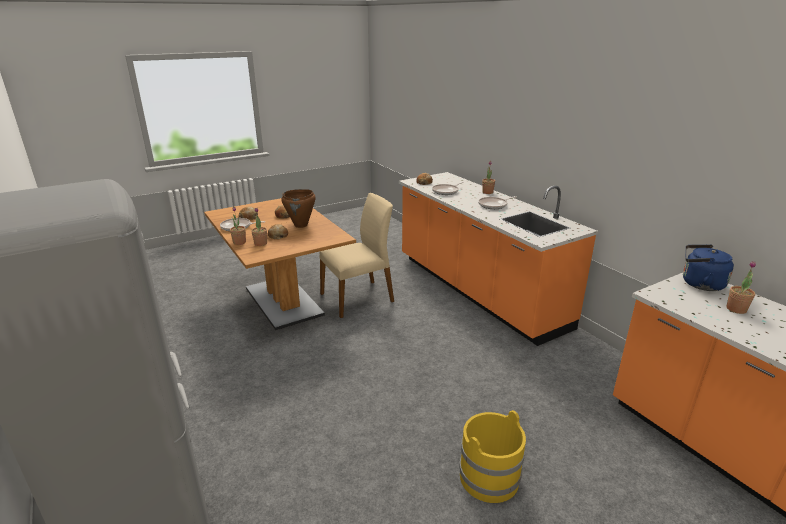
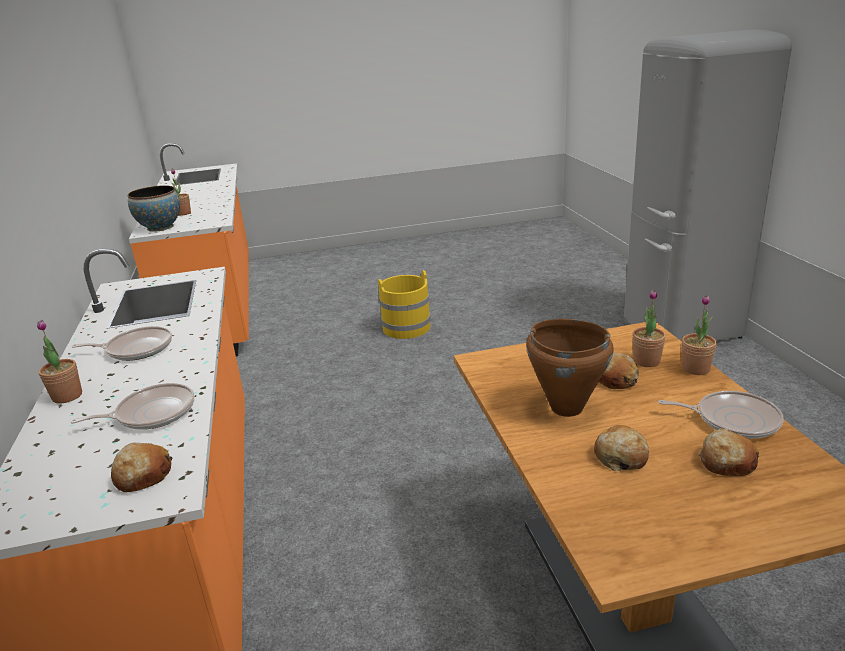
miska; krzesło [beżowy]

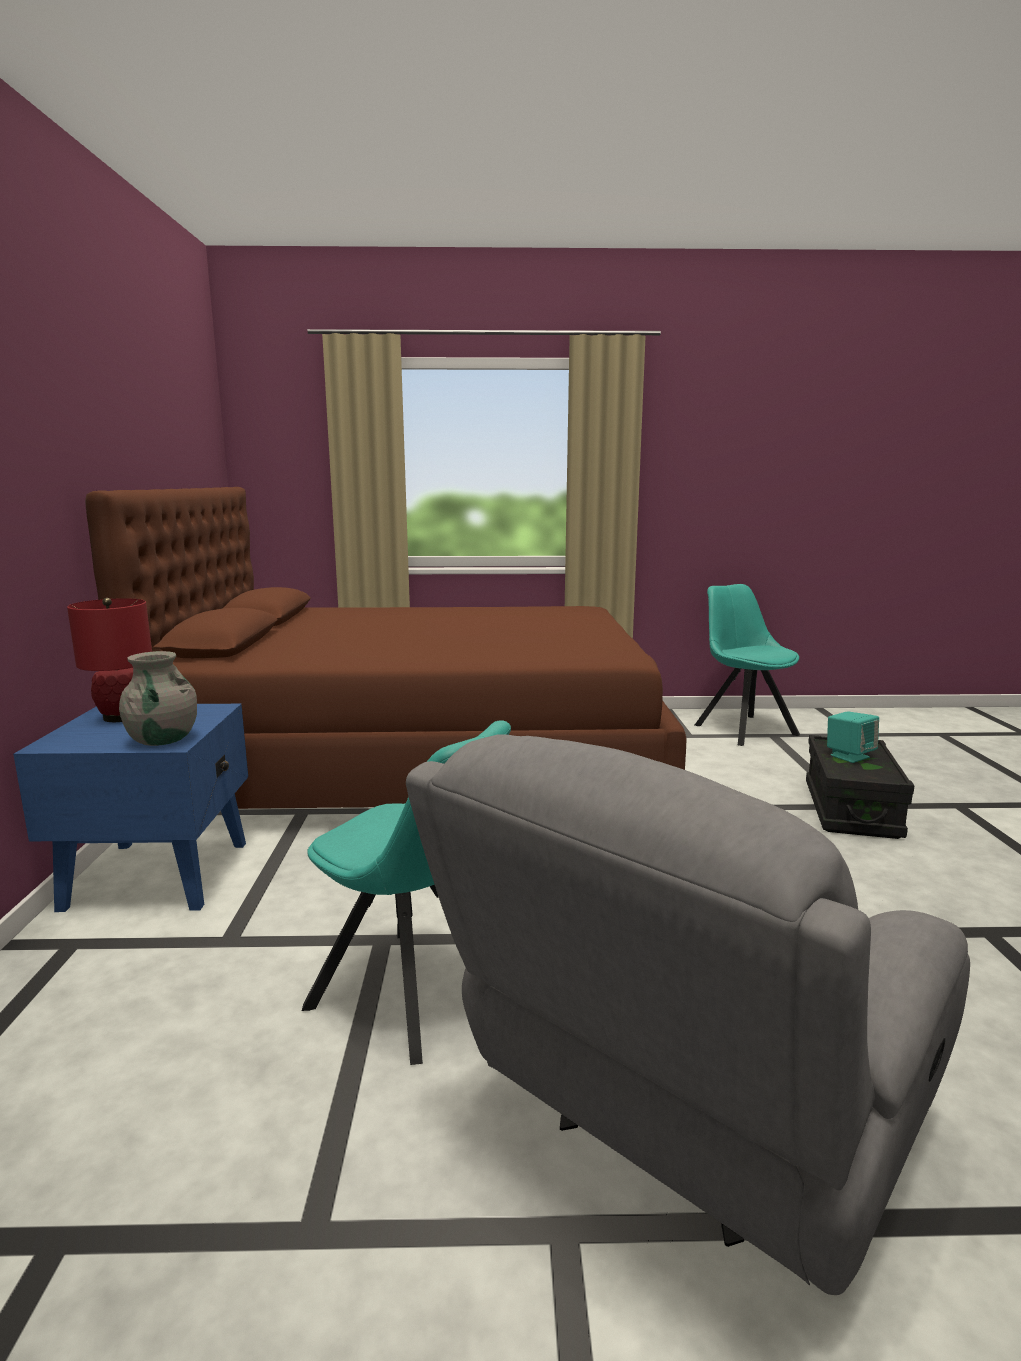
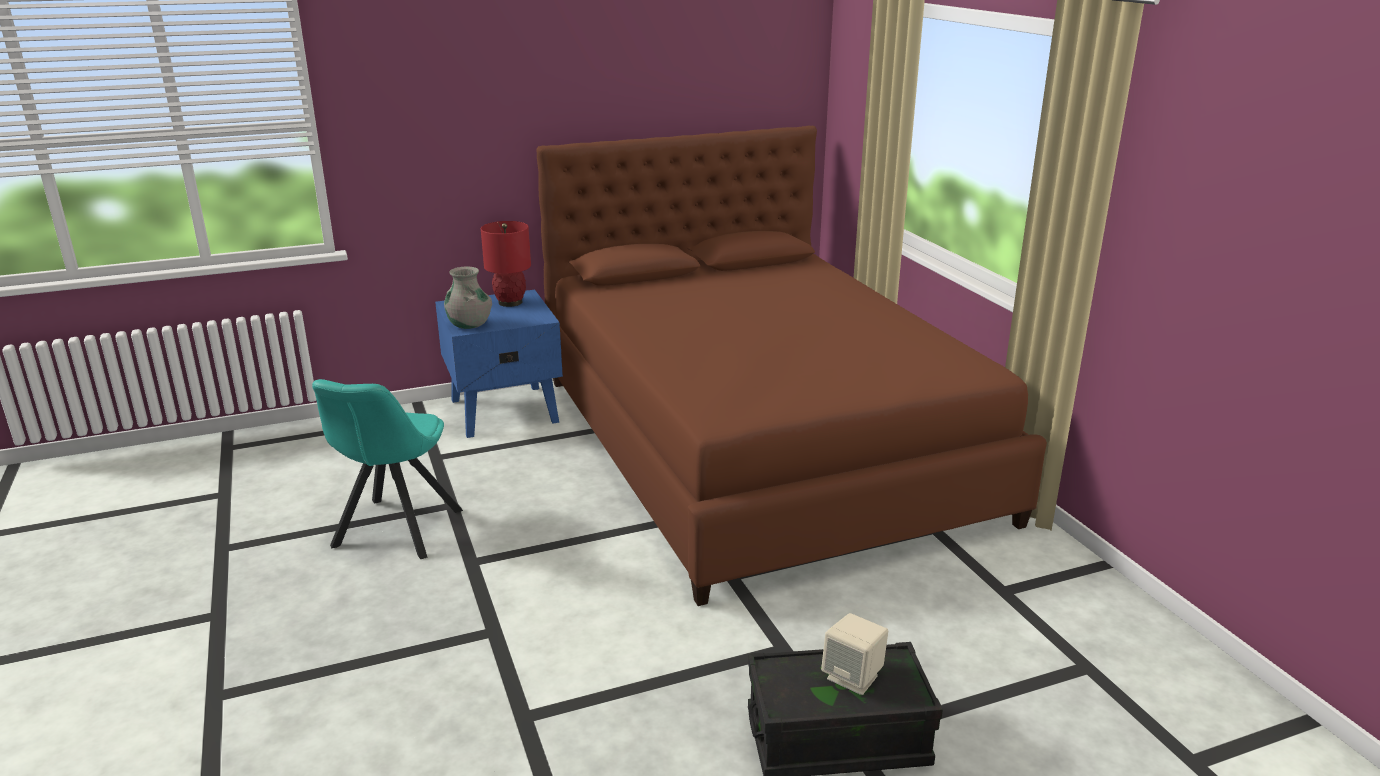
głośnik [beżowy]; fotel [szary]; krzesło [turkusowy] (2nd from left in the first image)

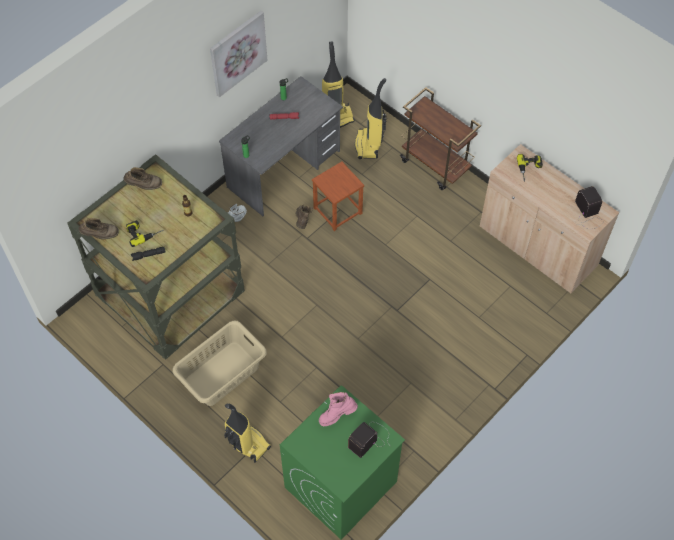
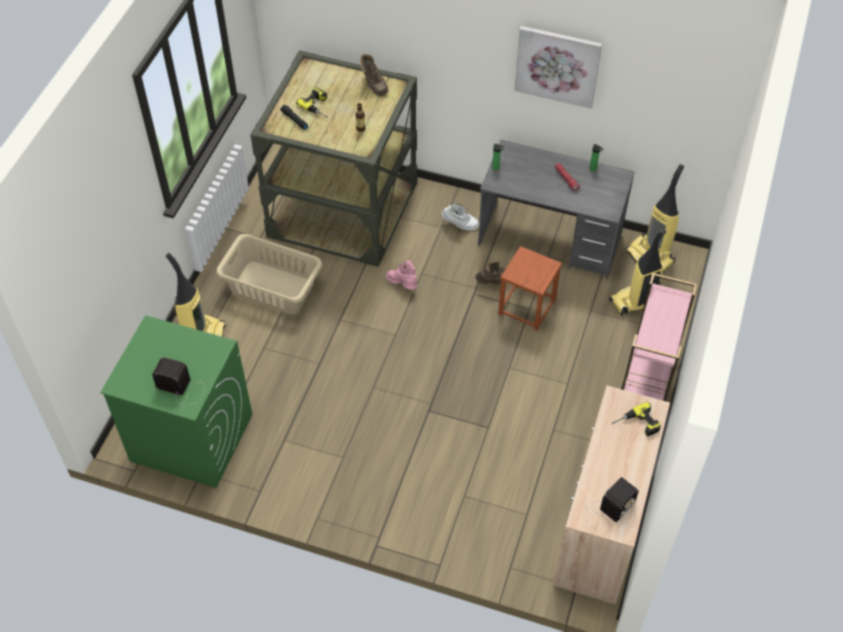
but z cholewką [różowy]; wózek [różowy]; but z cholewką [brązowy] (1st from left in the first image)

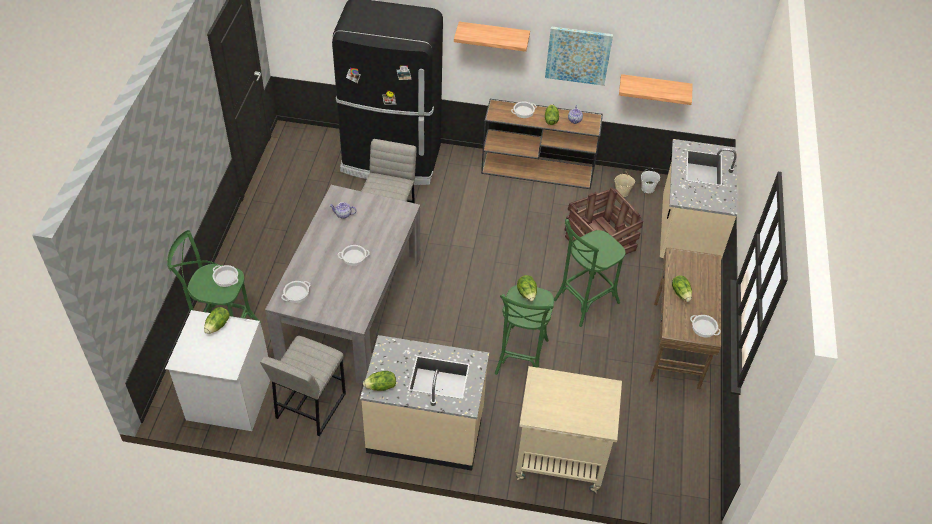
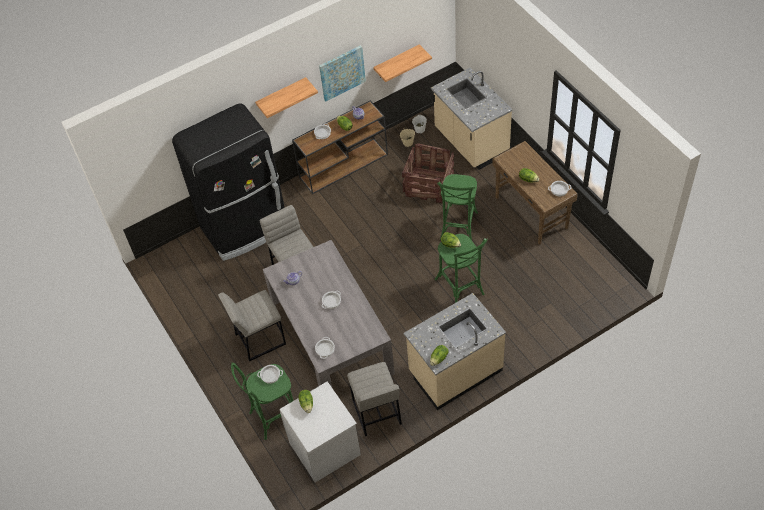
krzesło [szary] (1st from left); wózek [beżowy]

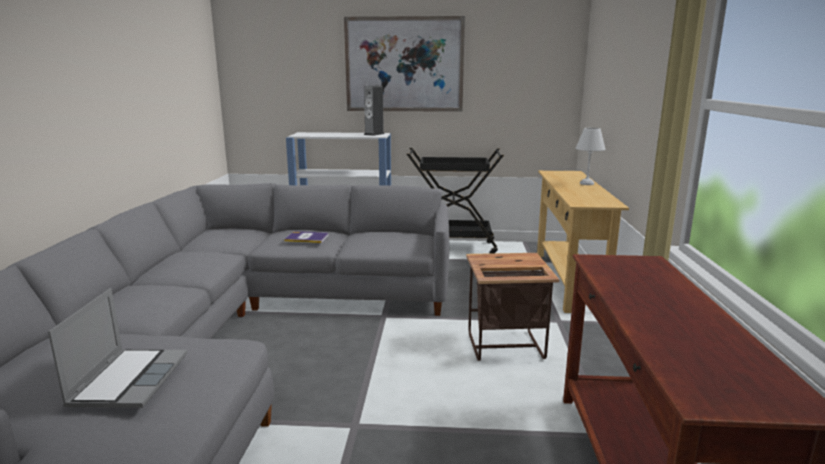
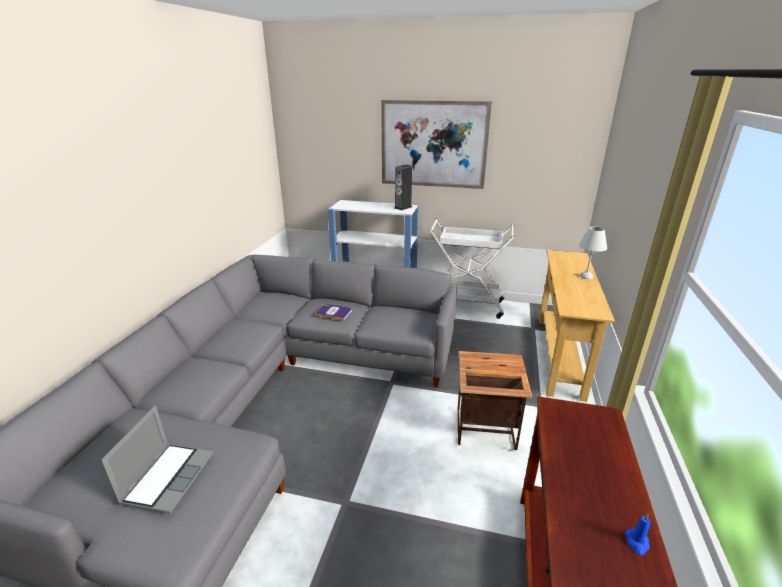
wózek [biały]; świeca [niebieski]

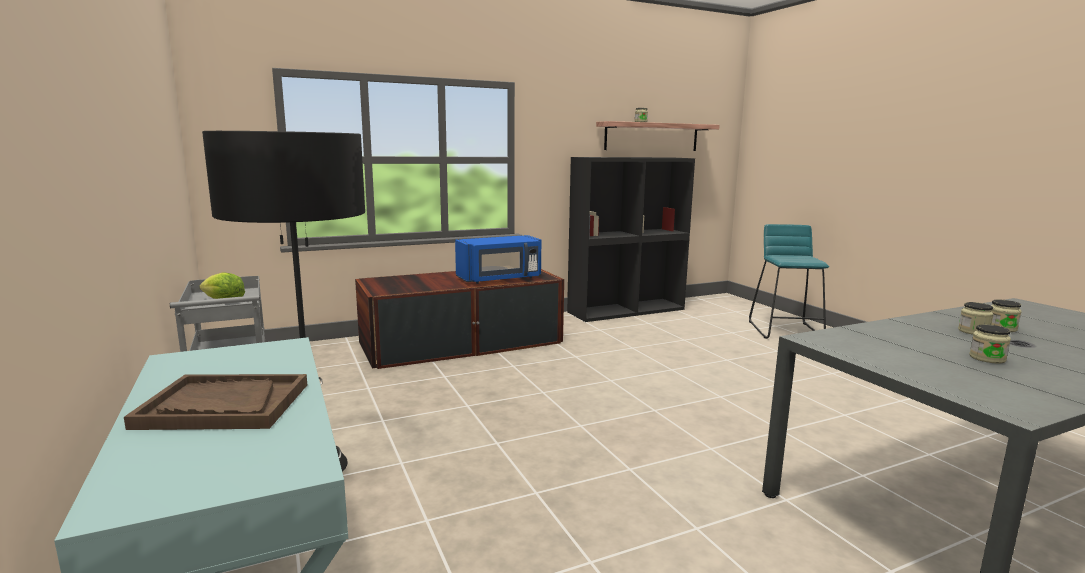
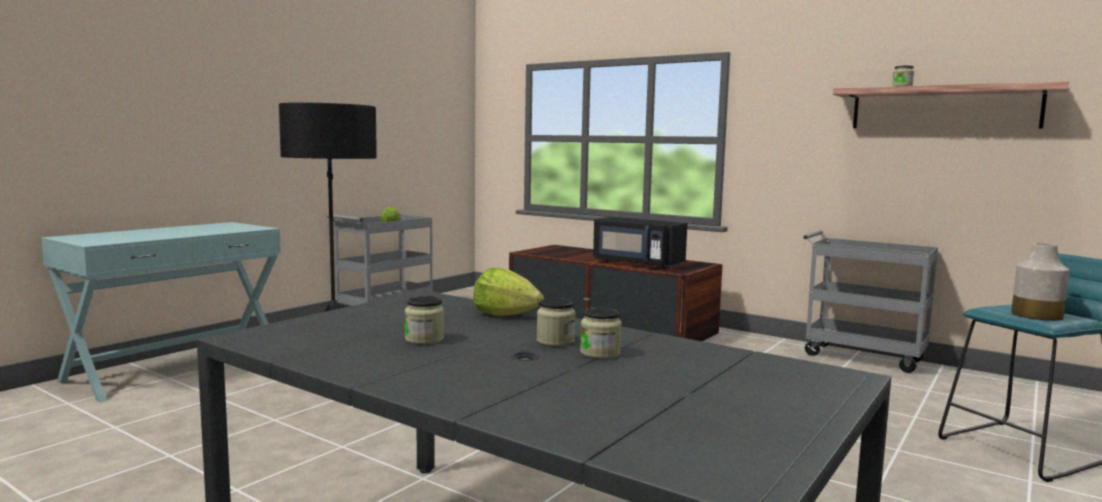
sałata (2nd from left); mikrofalówka [czarny]; wózek [szary] (2nd from left); wazon [beżowy]; taca [brązowy]

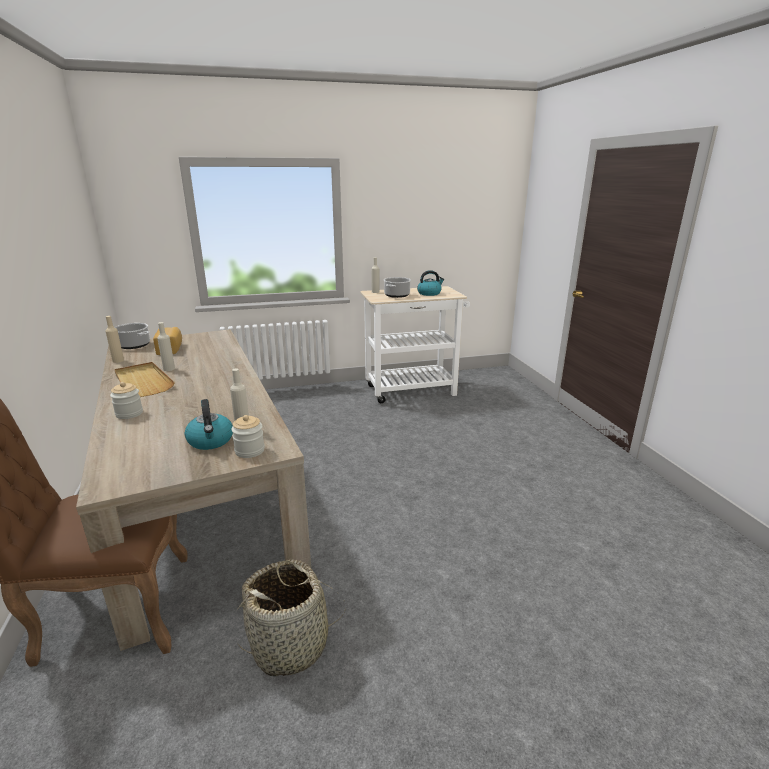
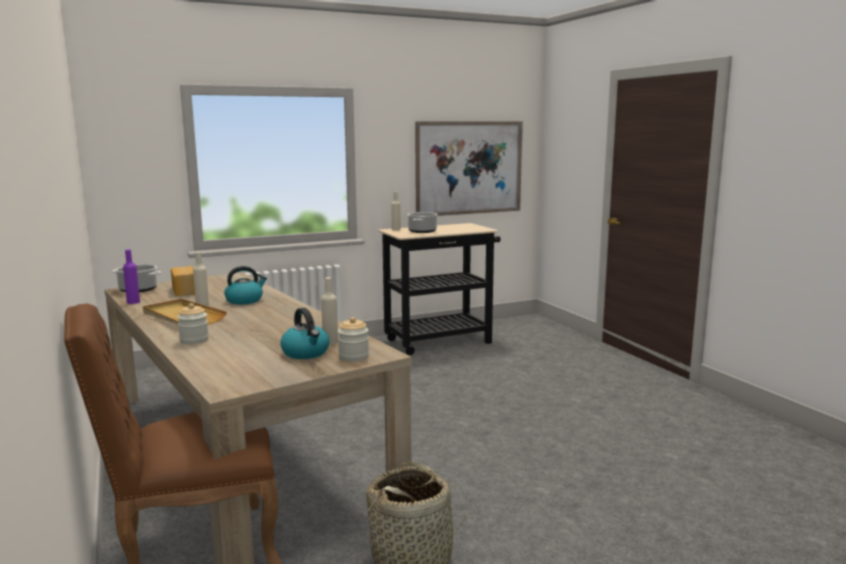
butelka [fioletowy]; czajnik (1st from left); wózek [czarny]; obraz

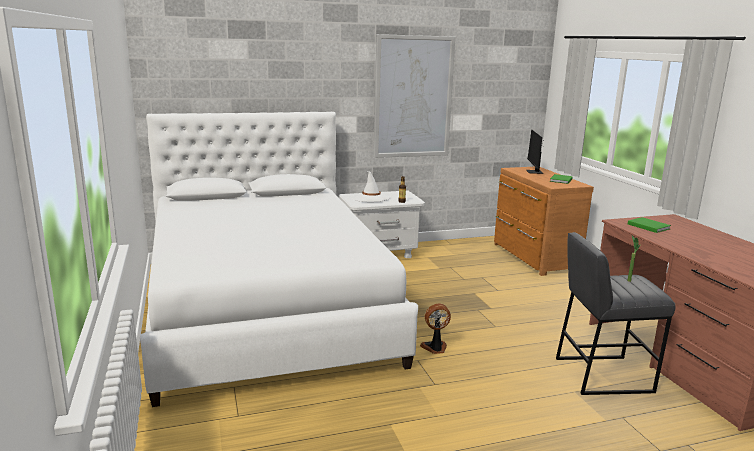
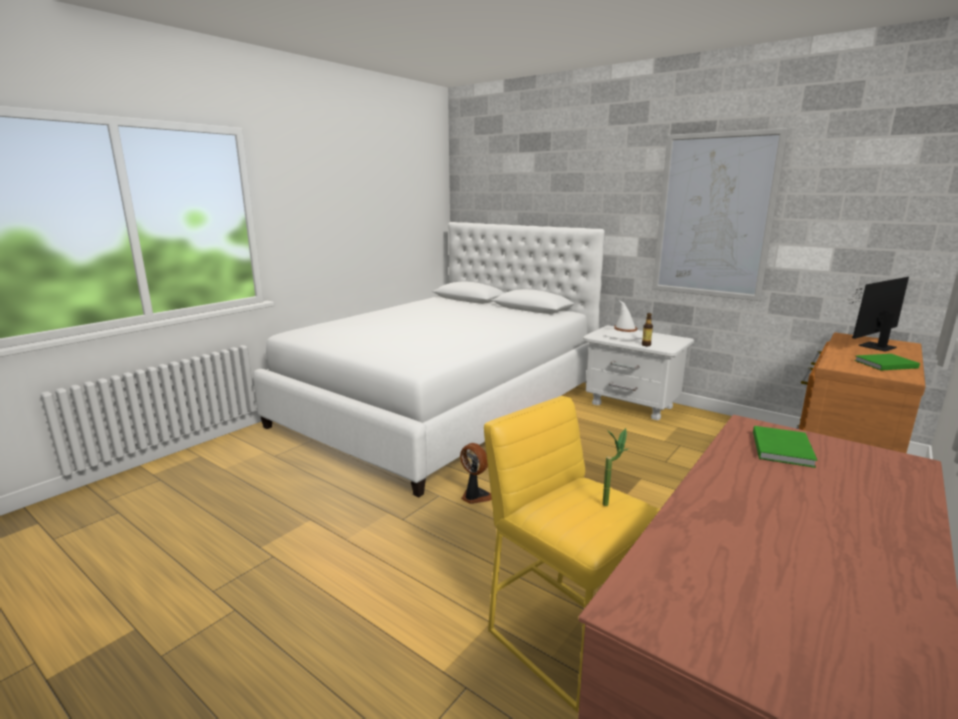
stołek [żółty]

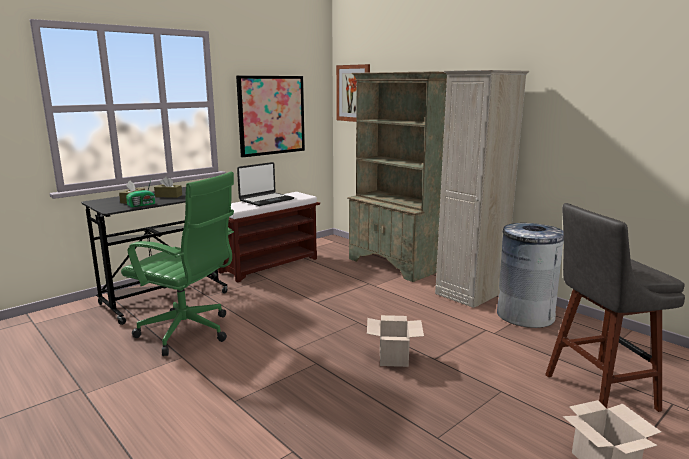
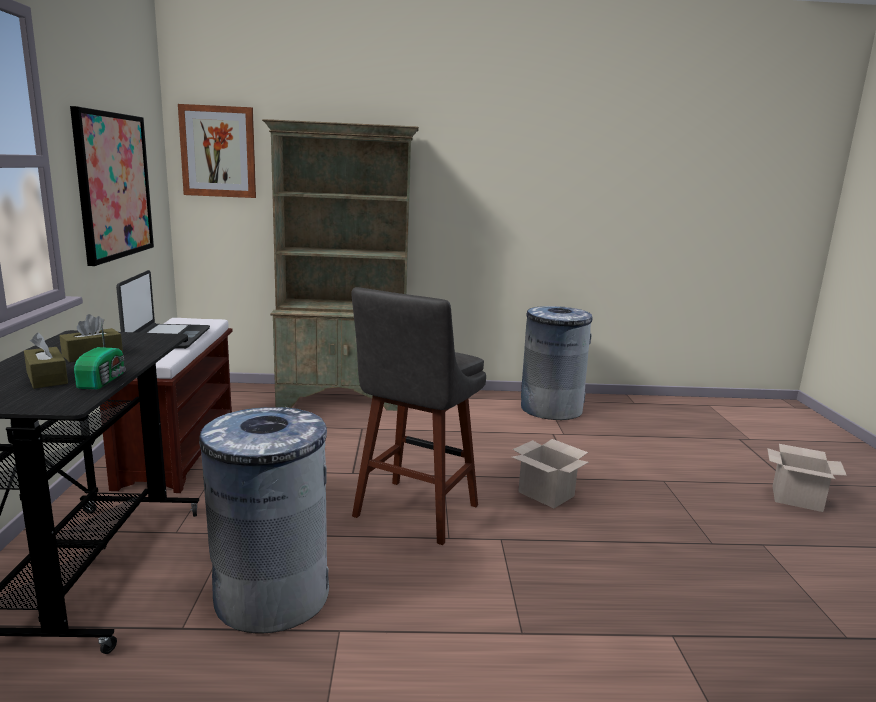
kosz na śmieci [szary] (1st from left); stołek [szary]; szafka [beżowy]

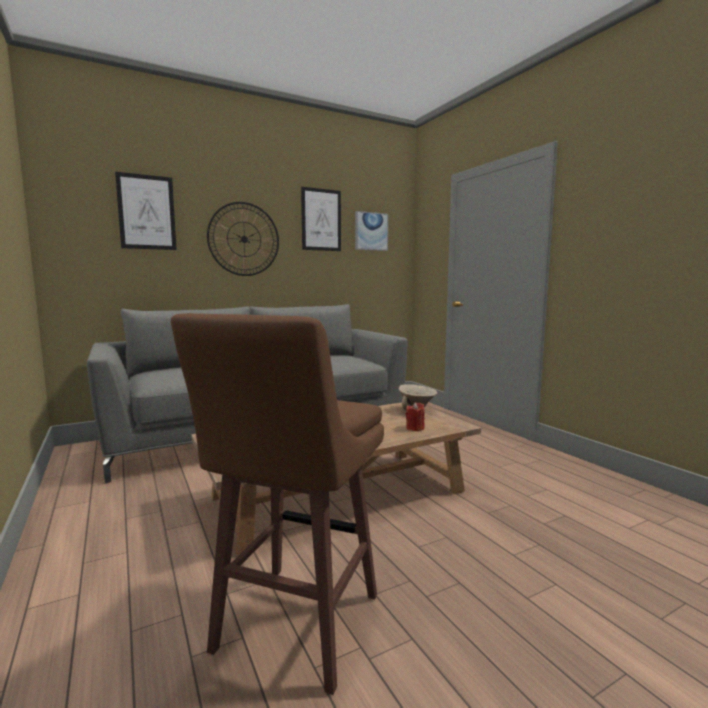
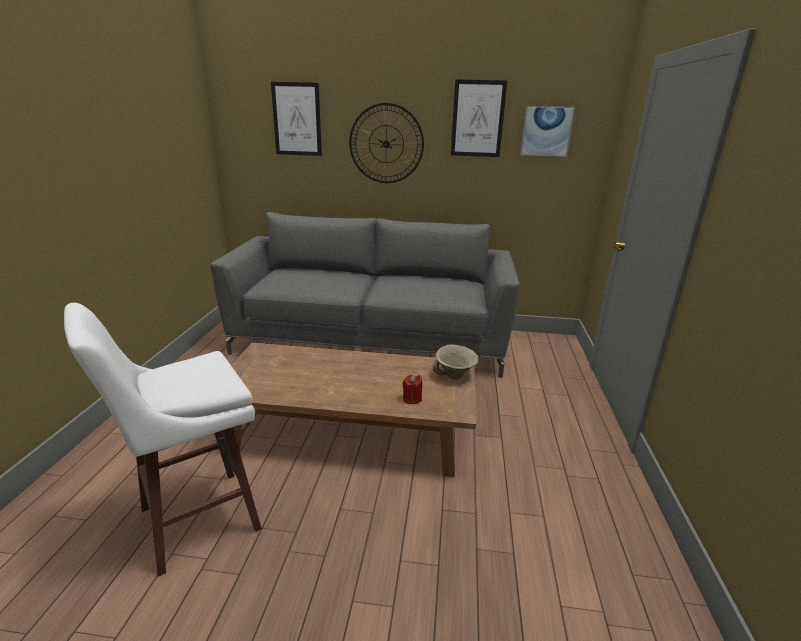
stołek [biały]

